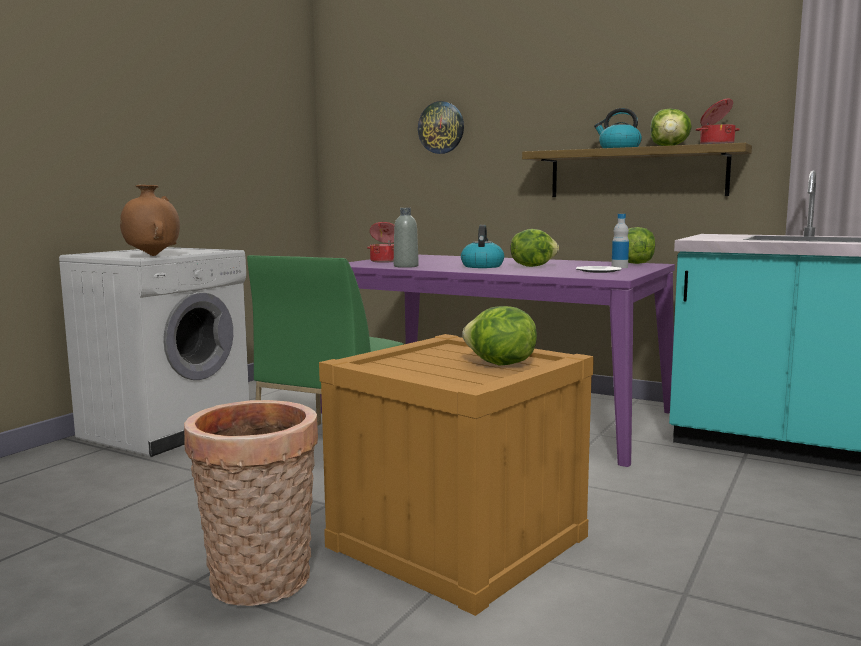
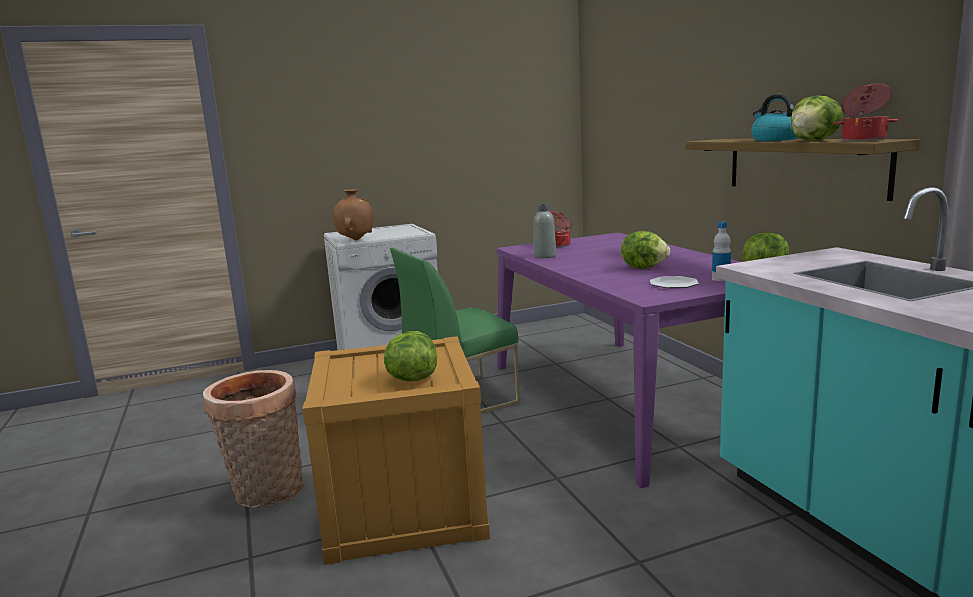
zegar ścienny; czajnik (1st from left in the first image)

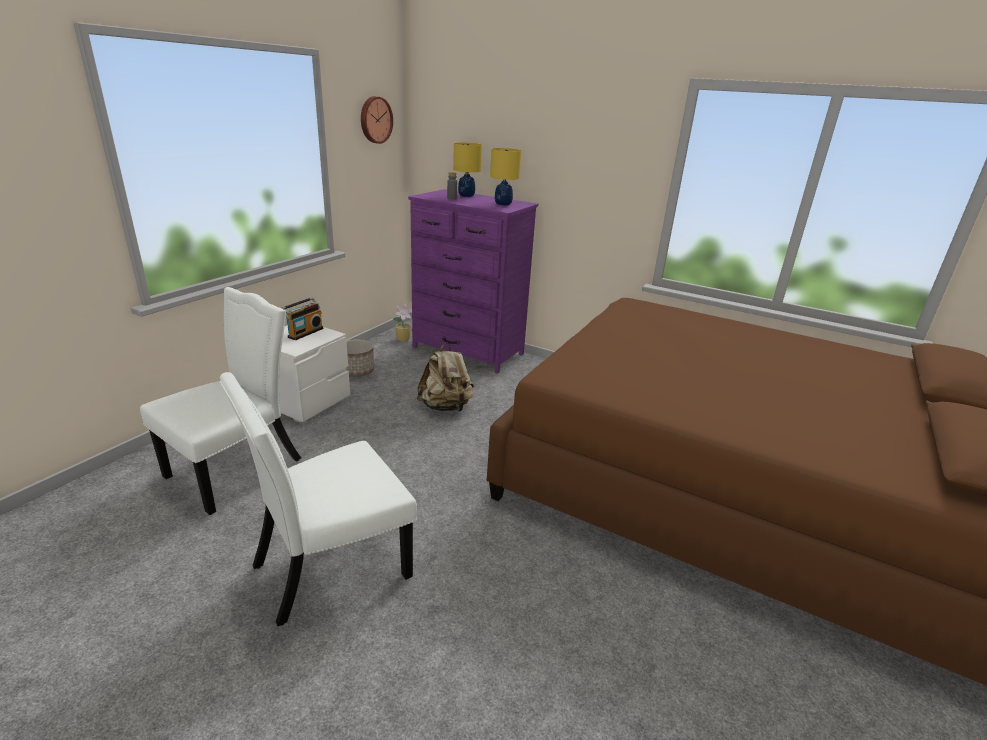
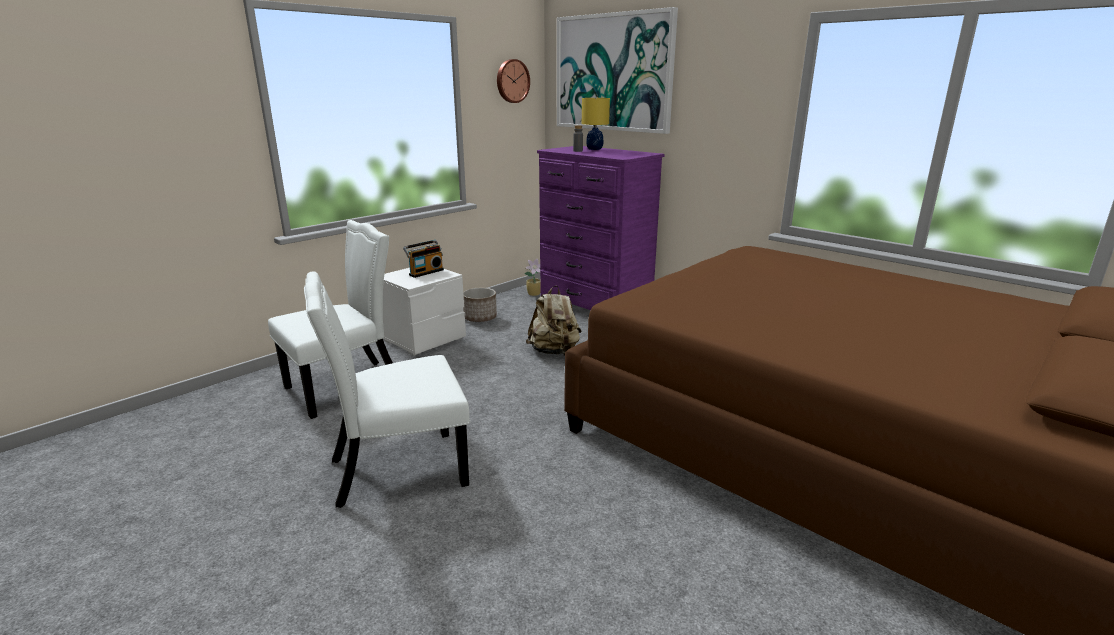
obraz; lampa stołowa [żółty] (2nd from left in the first image)

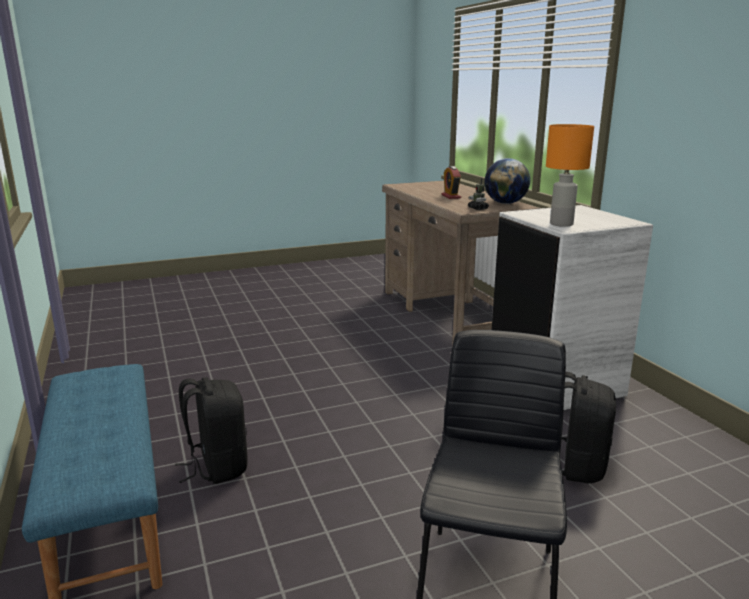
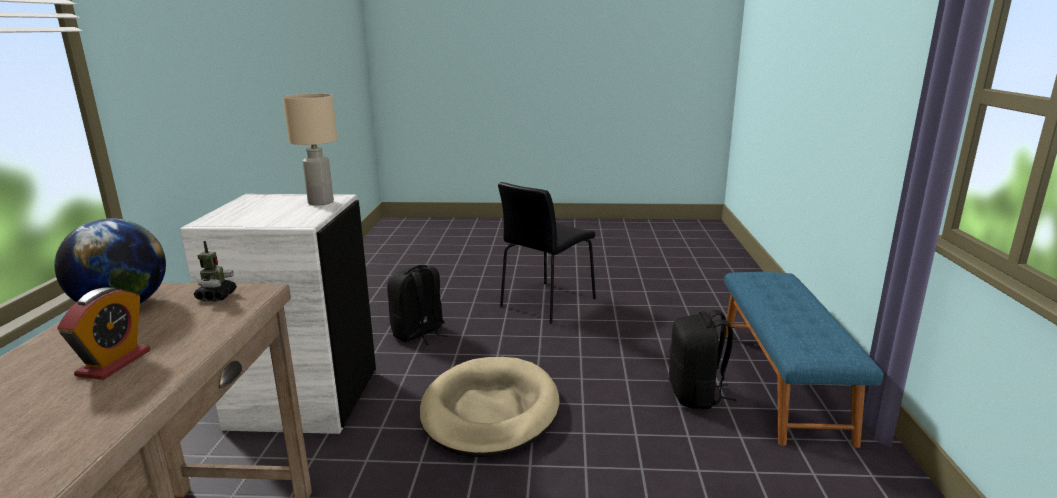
lampa stołowa [beżowy]; legowisko [beżowy]

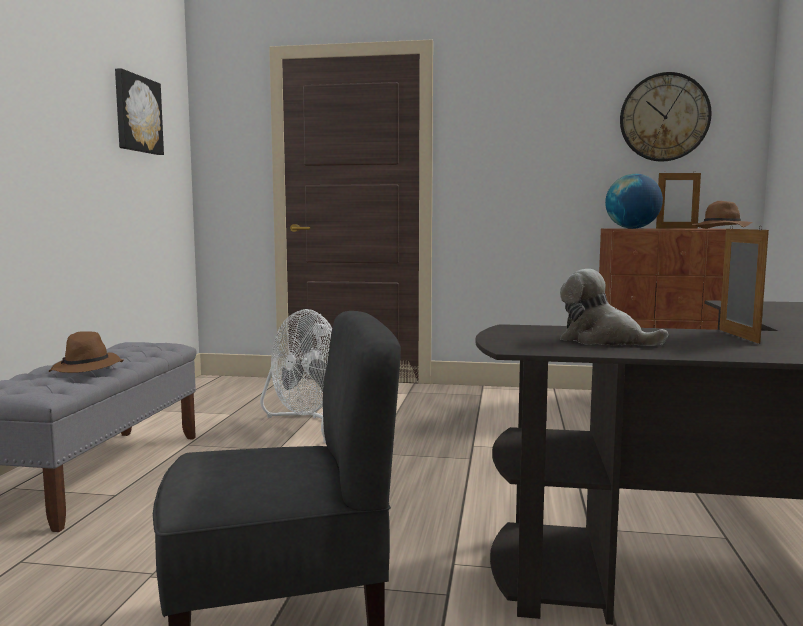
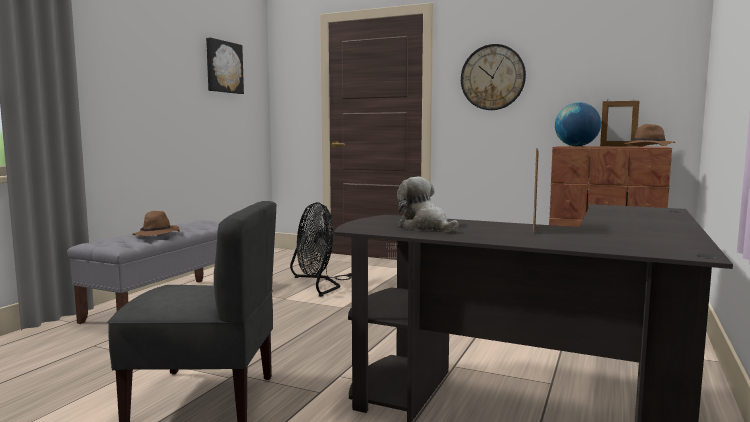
wentylator [czarny]; zegar ścienny

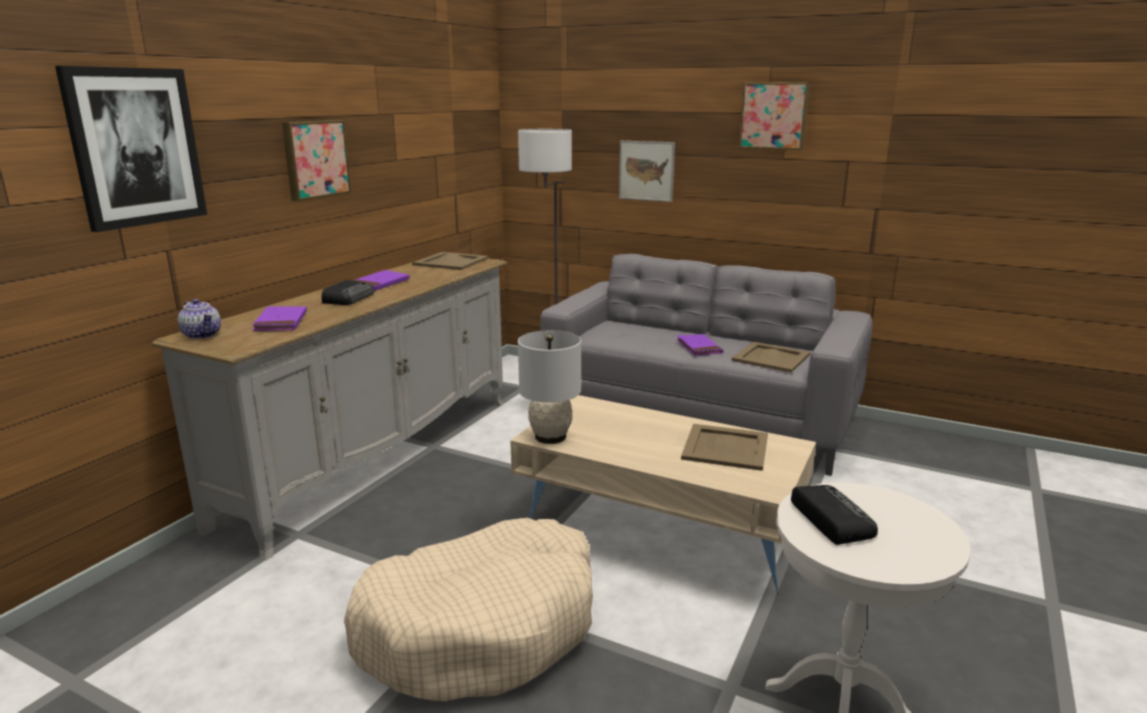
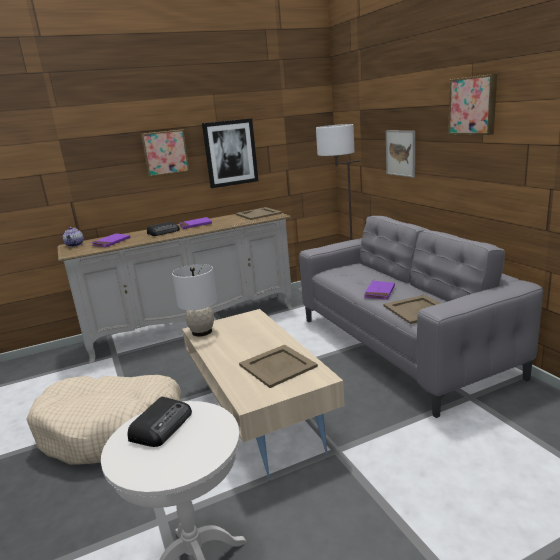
obraz (2nd from left)

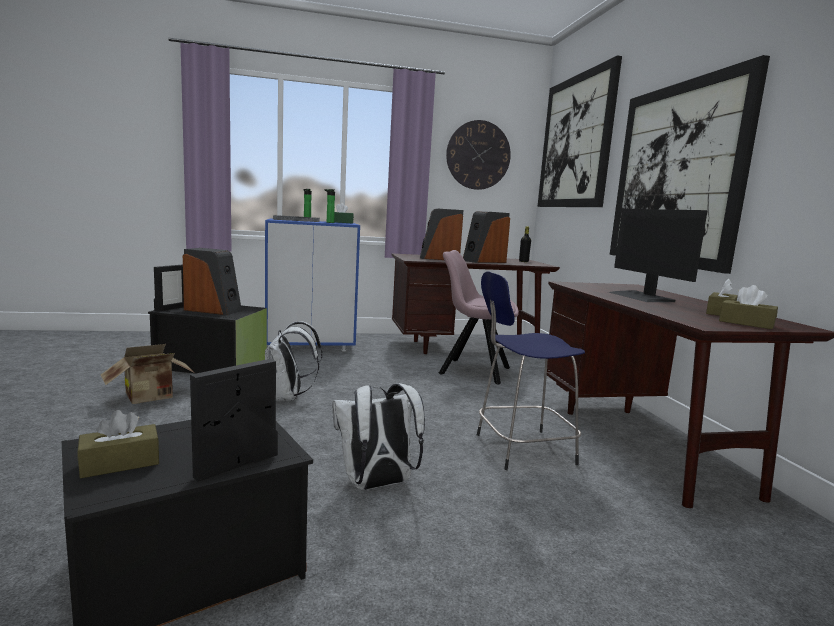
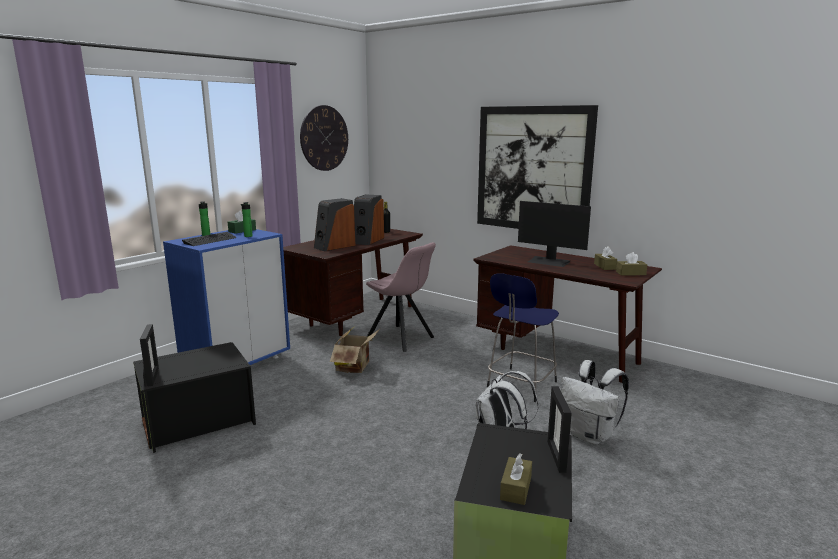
karton; krzesło [różowy]; plecak [biały] (2nd from left); głośnik (1st from left in the first image); obraz (1st from left in the first image)

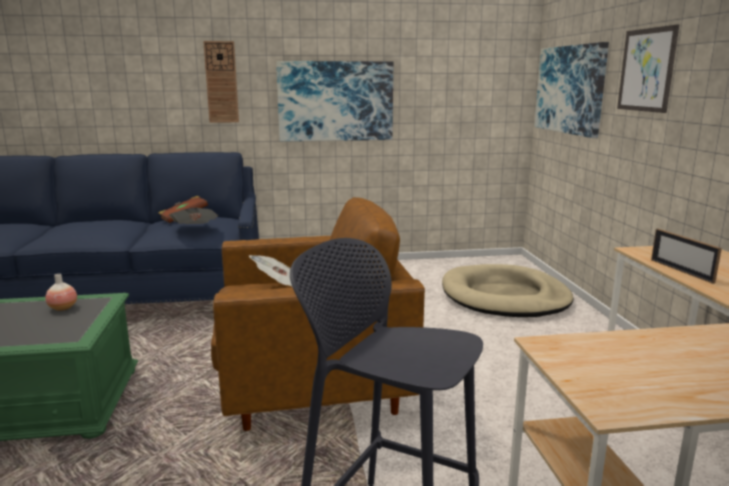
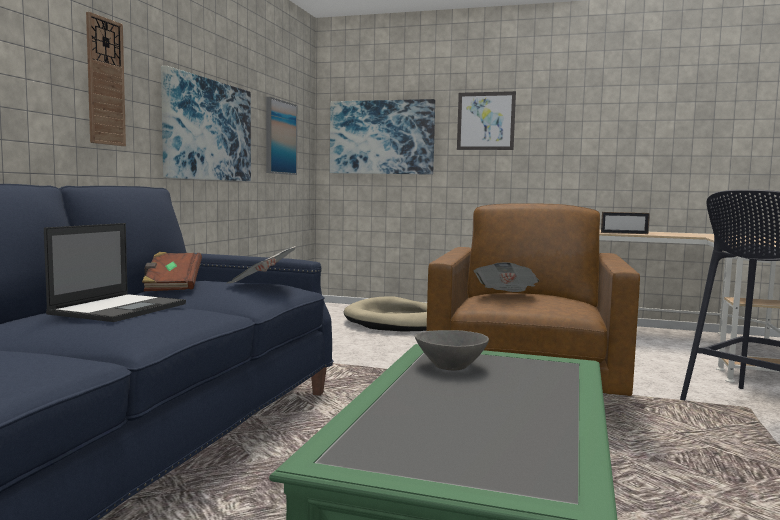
laptop; obraz (2nd from left); miska [szary]

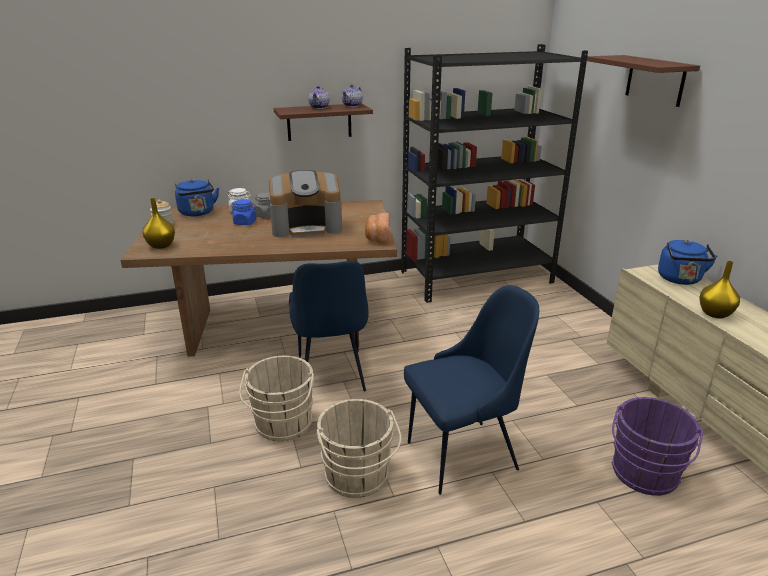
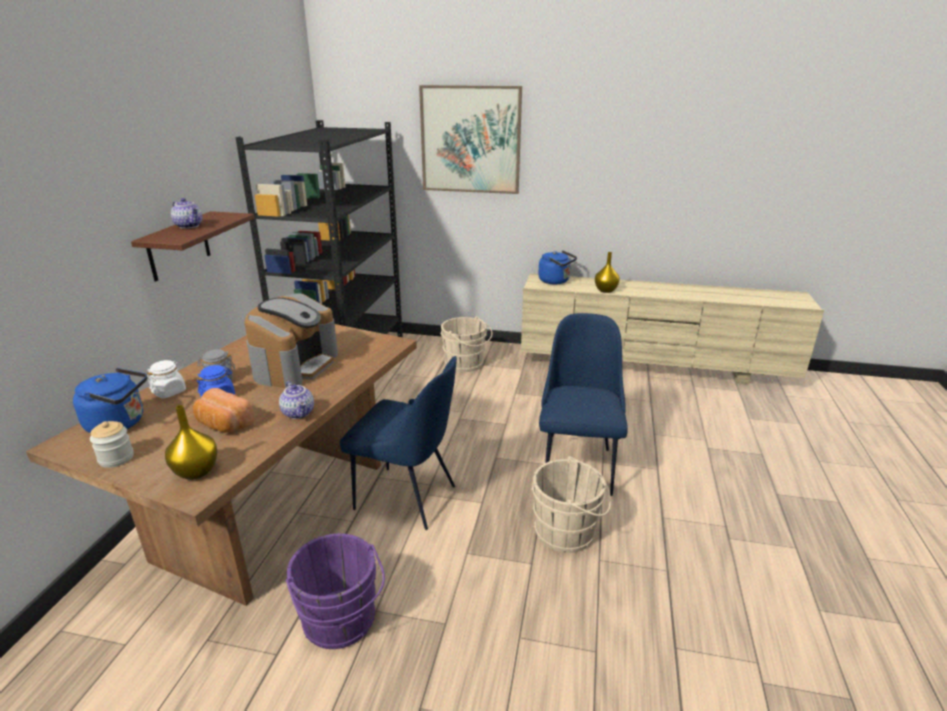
chleb; imbryk (2nd from left); wiadro [fioletowy]; obraz; wiadro [beżowy] (1st from left)

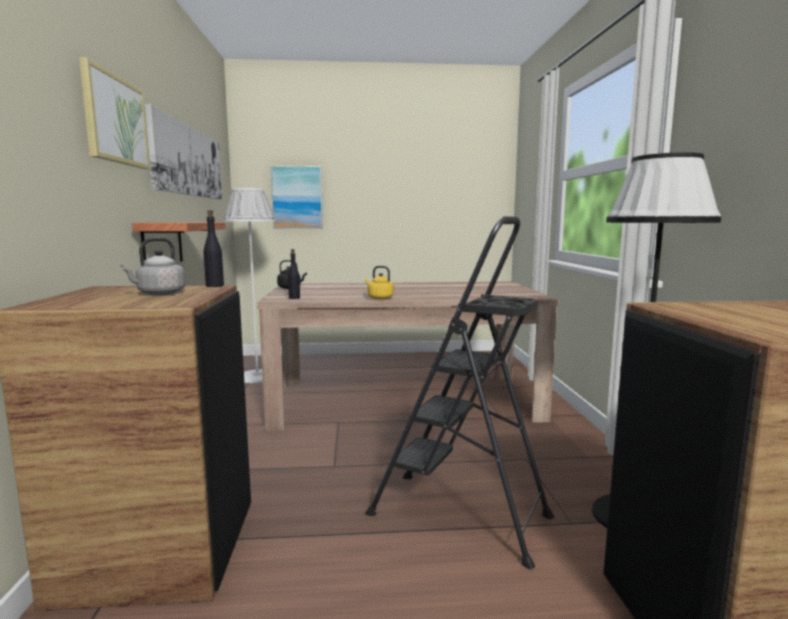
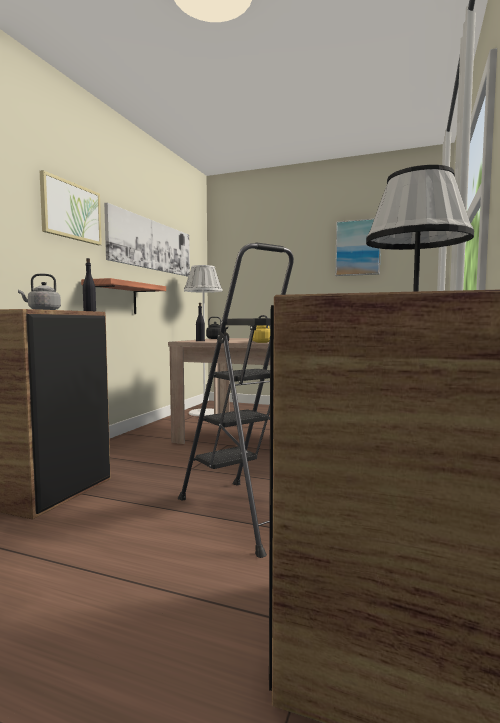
obraz (3rd from left)

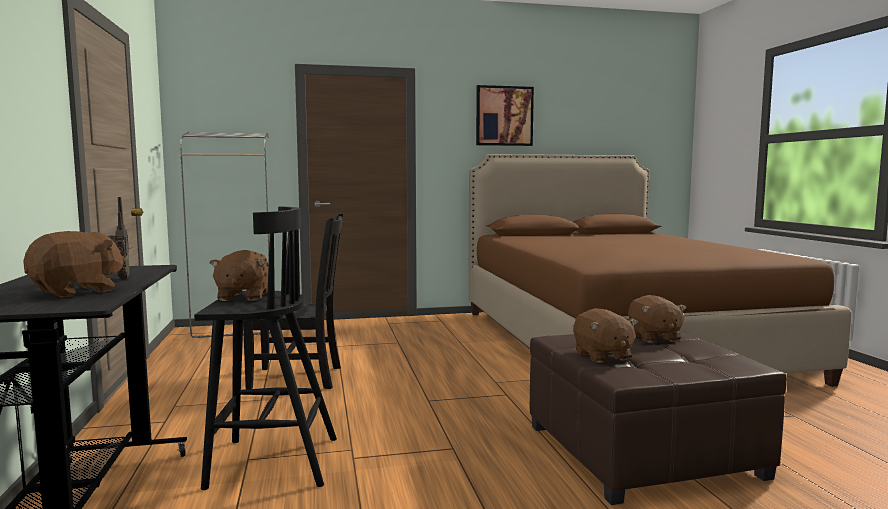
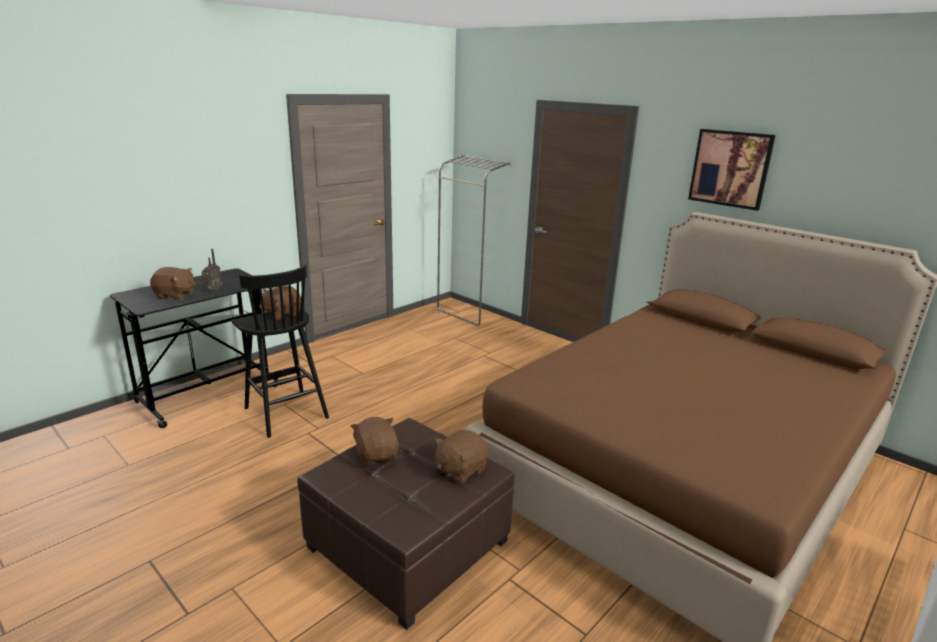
pluszak [brązowy] (3rd from left); krzesło [czarny]

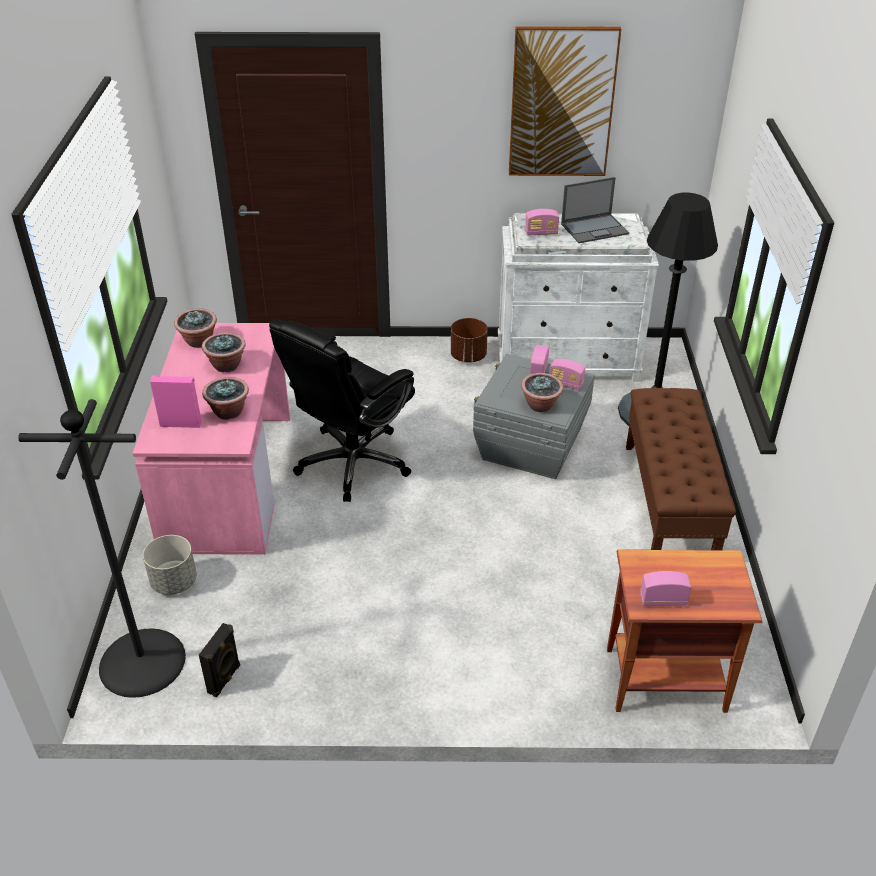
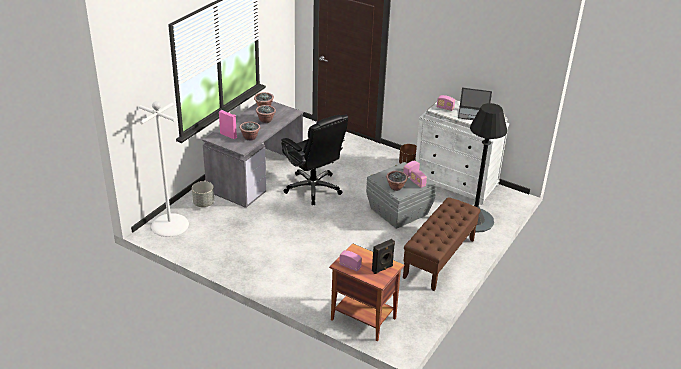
wieszak [biały]; biurko [szary]; krzesło biurowe [czarny]; głośnik [czarny]; obraz

